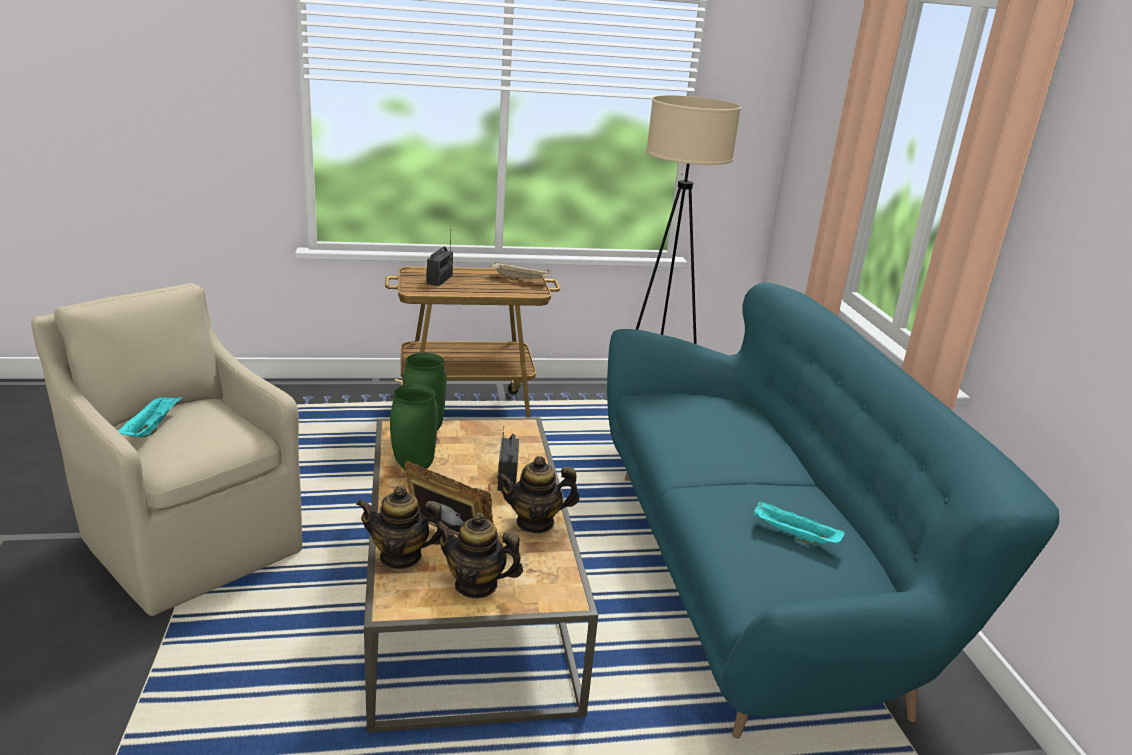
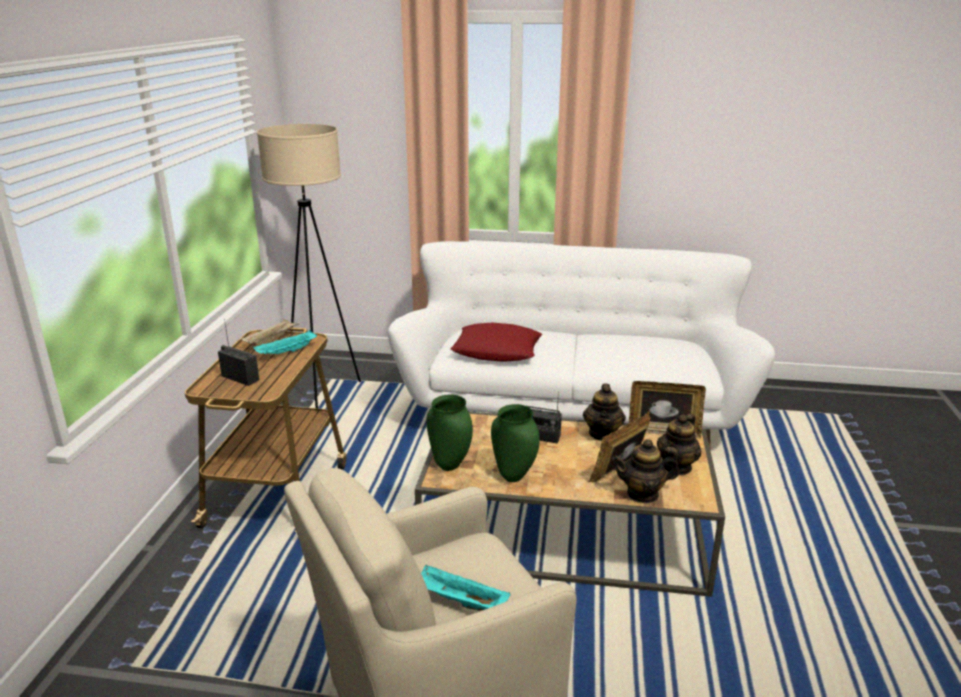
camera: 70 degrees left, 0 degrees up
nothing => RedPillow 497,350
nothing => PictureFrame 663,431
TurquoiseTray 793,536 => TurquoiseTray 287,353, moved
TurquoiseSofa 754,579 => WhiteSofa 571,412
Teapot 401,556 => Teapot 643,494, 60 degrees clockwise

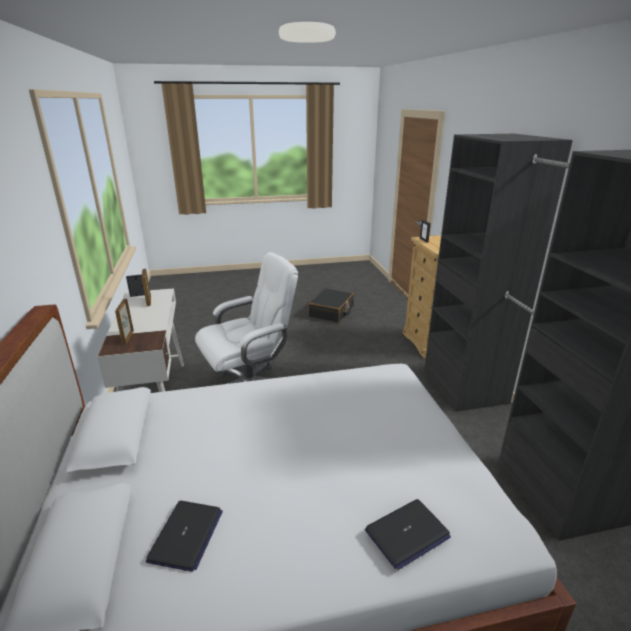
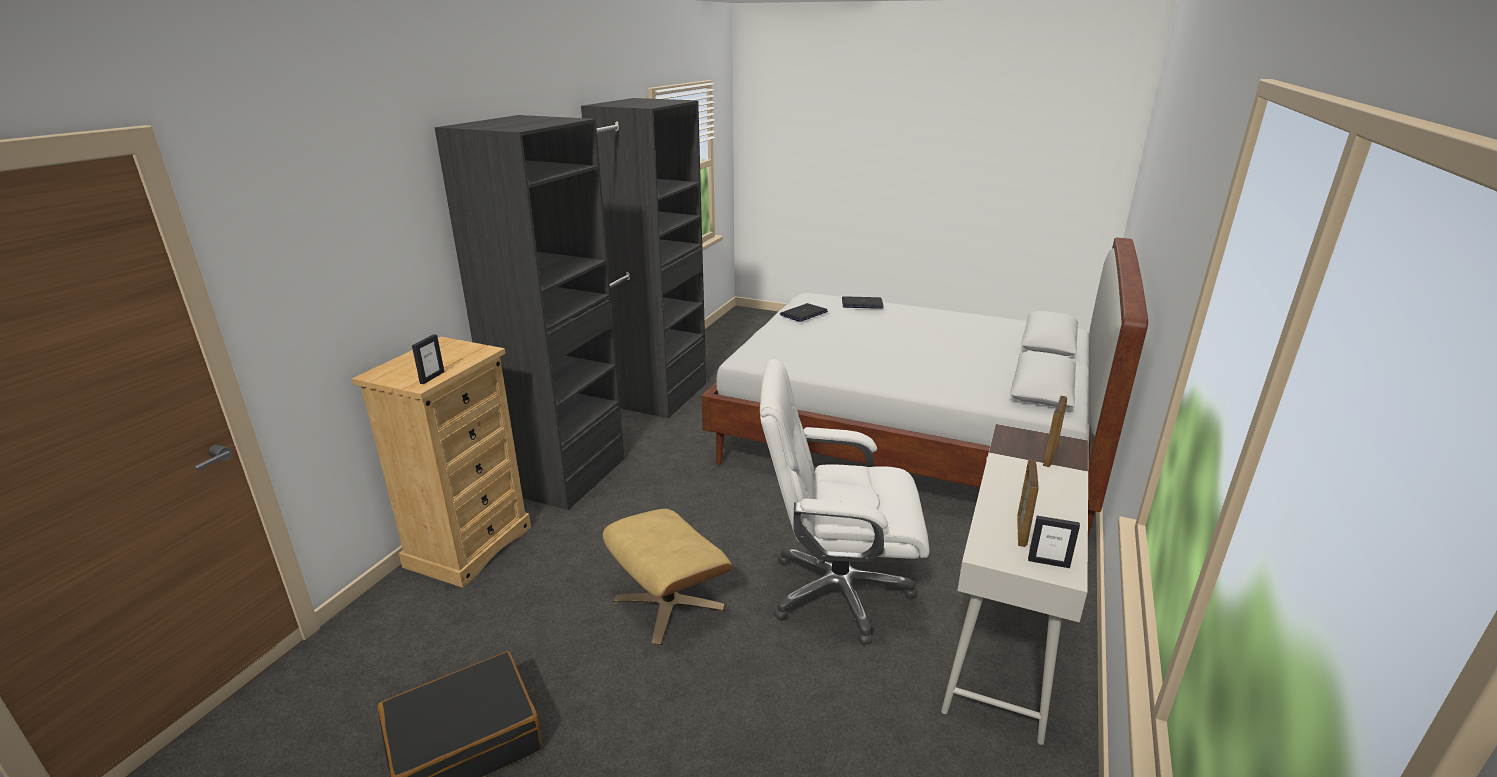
camera: 145 degrees left, 0 degrees up
nothing => BeigeOttoman 668,603
Laptop 186,536 => Laptop 803,313, moved

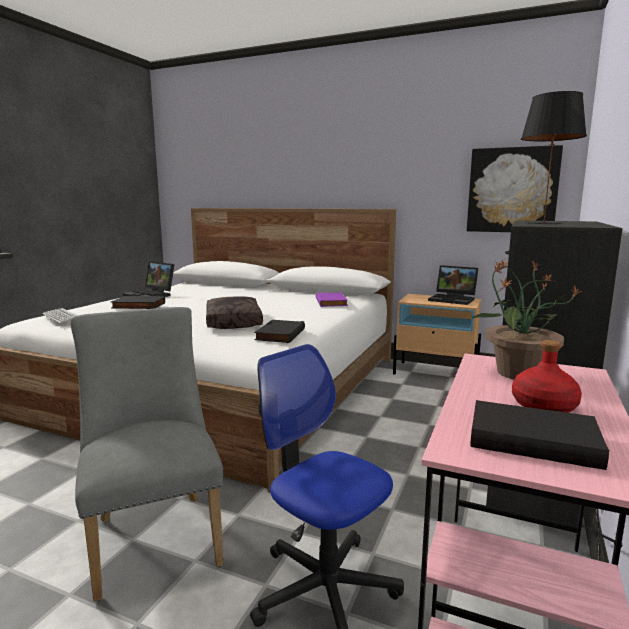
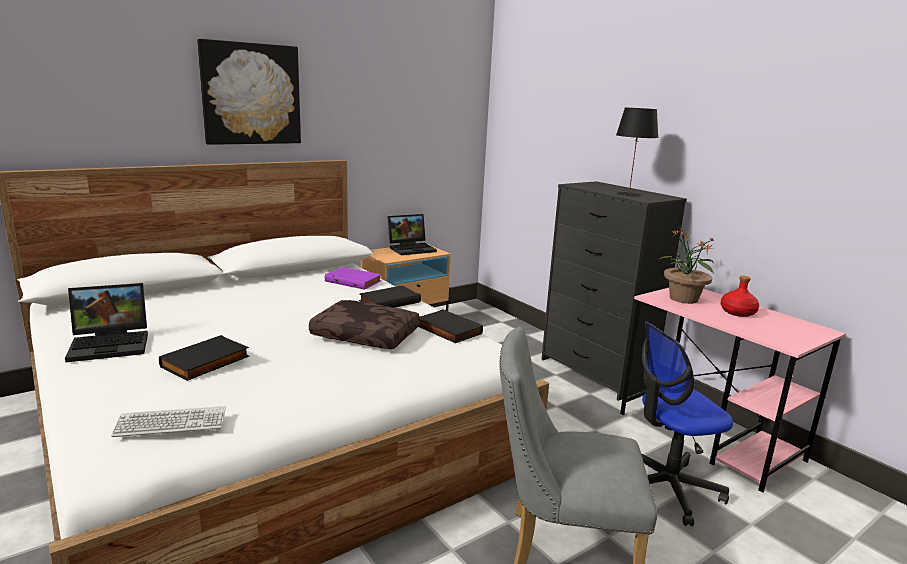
camera: 60 degrees left, 5 degrees up
Picture 512,190 => Picture 251,94, moved
BlackBook 533,438 => BlackBook 389,301, moved

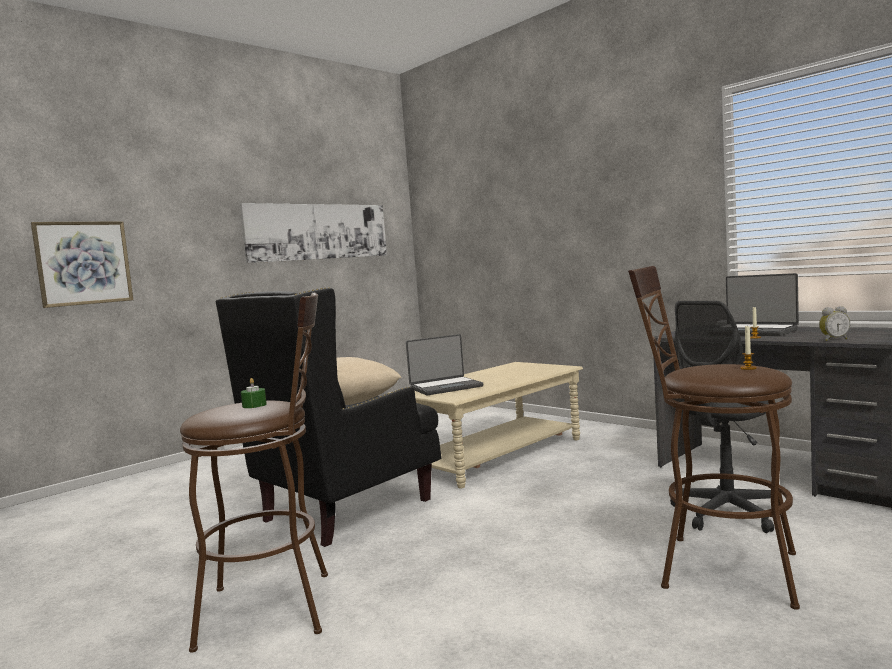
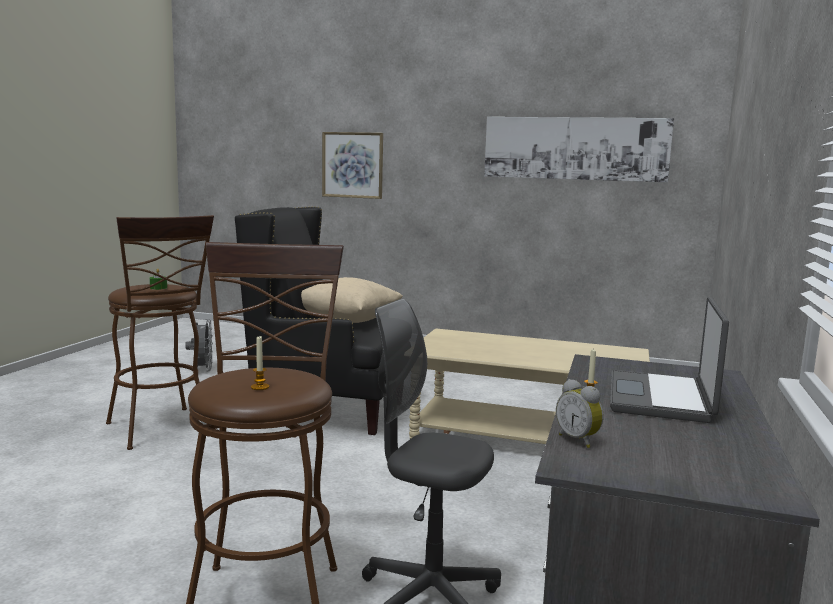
camera: 60 degrees right, 5 degrees up
Laptop 445,387 => nothing
nothing => GreyFan 202,370

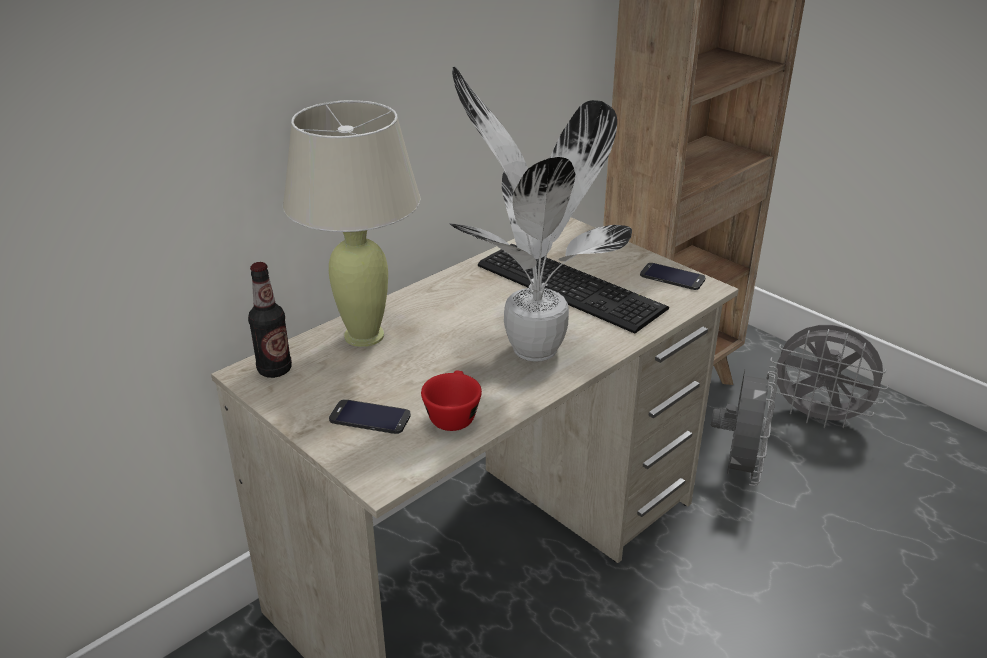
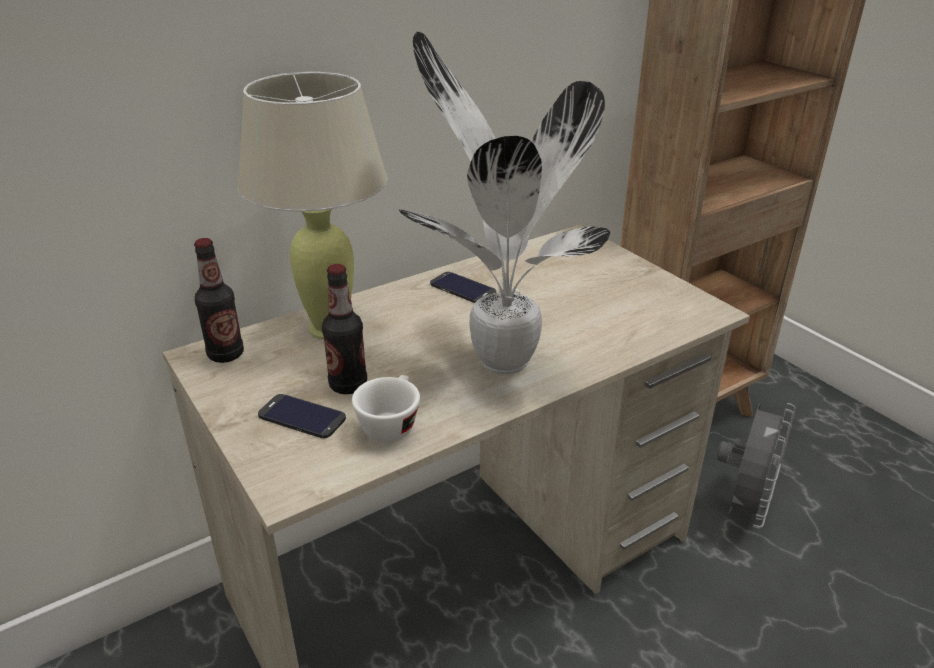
camera: 10 degrees right, 0 degrees up
Keyboard 569,284 => nothing
GreyFan 818,417 => nothing
nothing => Bottle 348,385
Phone 672,277 => Phone 462,288, moved
RedCup 452,414 => WhiteCup 390,423

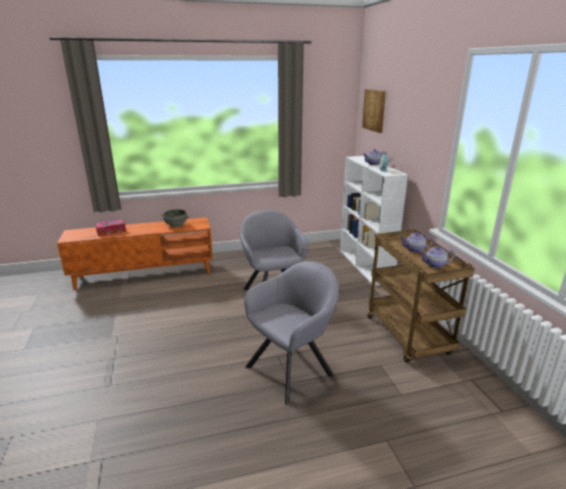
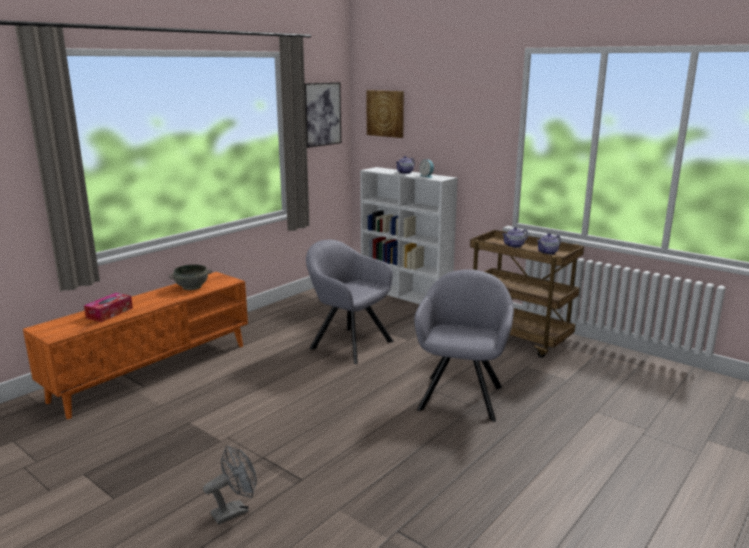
camera: 35 degrees left, 5 degrees down
nothing => GreyFan 235,511
nothing => Picture 321,114

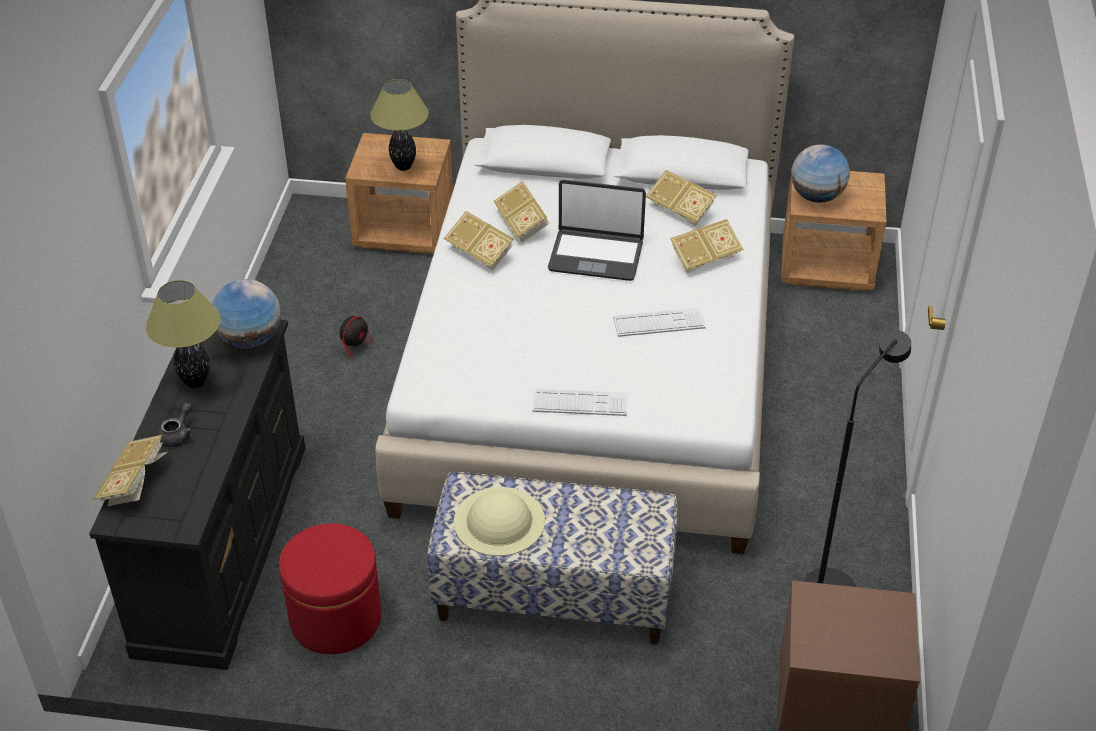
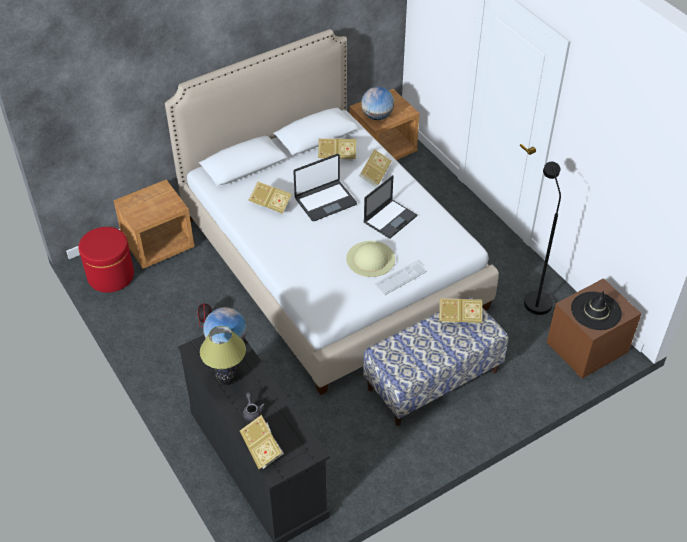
camera: 40 degrees left, 5 degrees up
TableLamp 404,166 => nothing
nothing => BlackHat 596,311
RedOttoman 336,618 => RedOttoman 111,276, moved
Book 480,253 => Book 459,317, moved
BeigeHat 499,521 => BeigeHat 370,258, moved
Keyboard 659,323 => Laptop 390,218

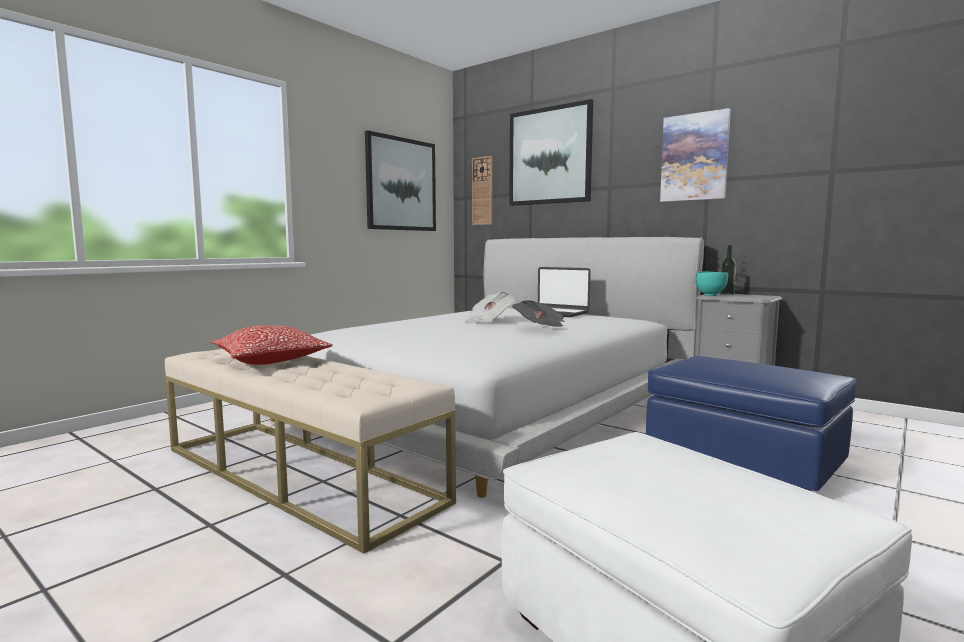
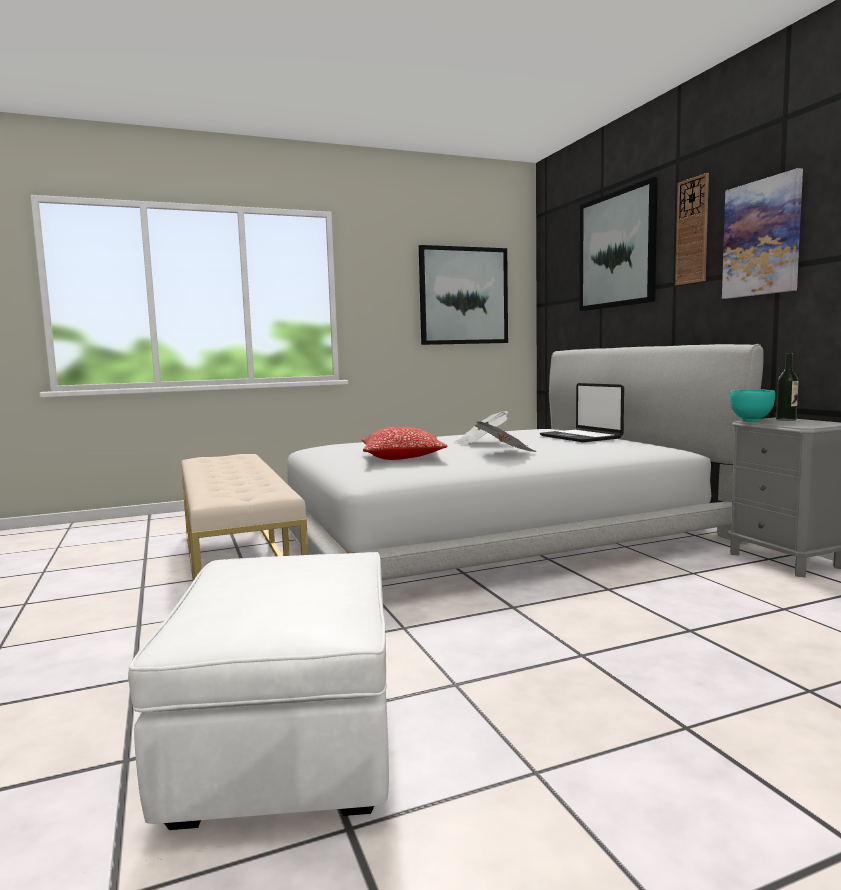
camera: 30 degrees right, 0 degrees up
BlueOttoman 743,460 => nothing
Pillow 271,360 => Pillow 402,457, moved
WallClock 482,191 => WallClock 692,231, moved

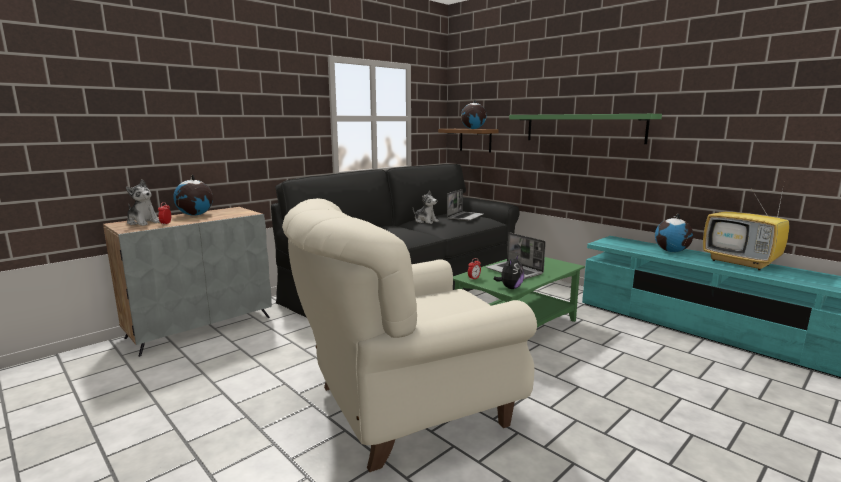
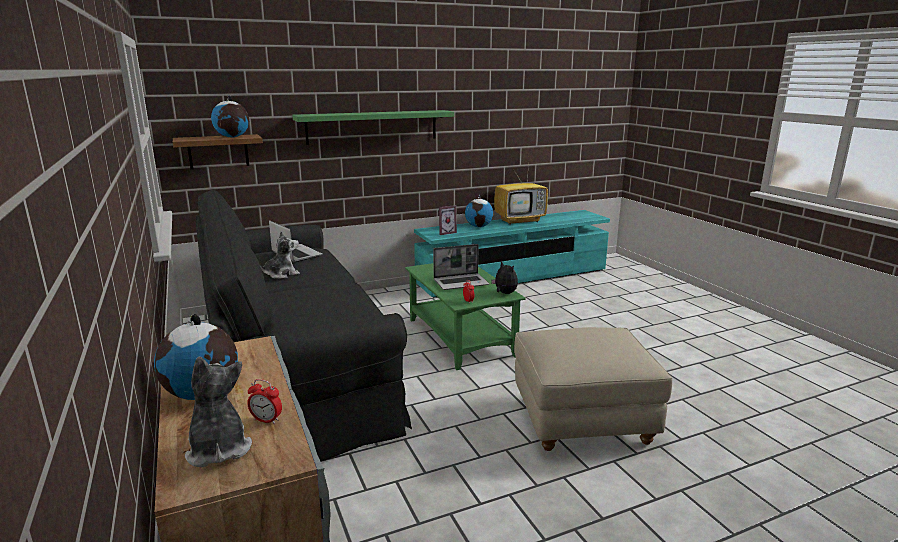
camera: 70 degrees left, 5 degrees up
nothing => PictureFrame 445,232
BeigeArmchair 406,407 => BeigeOttoman 582,421
PlushToy 143,222 => PlushToy 218,449, 75 degrees counterclockwise

